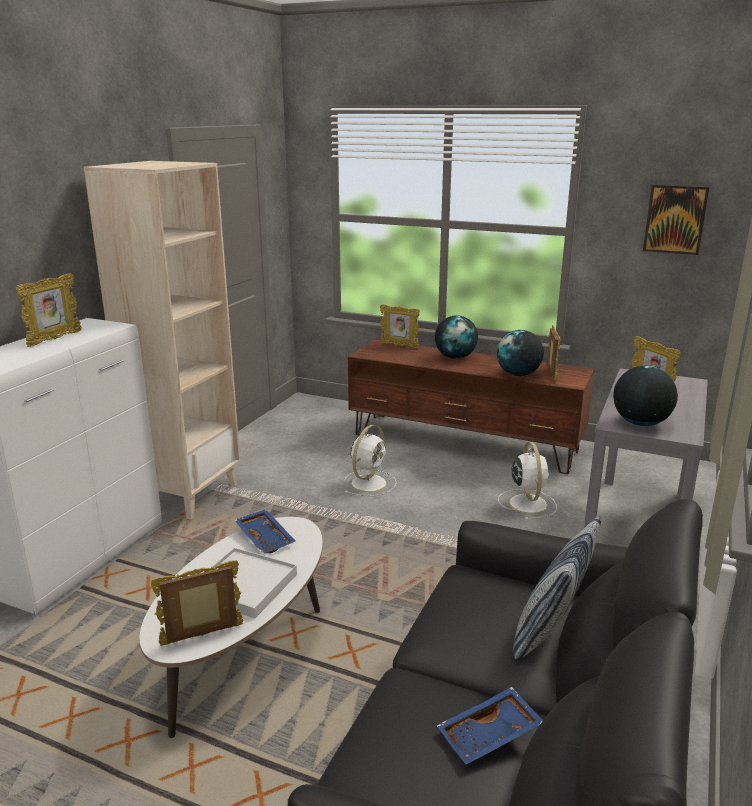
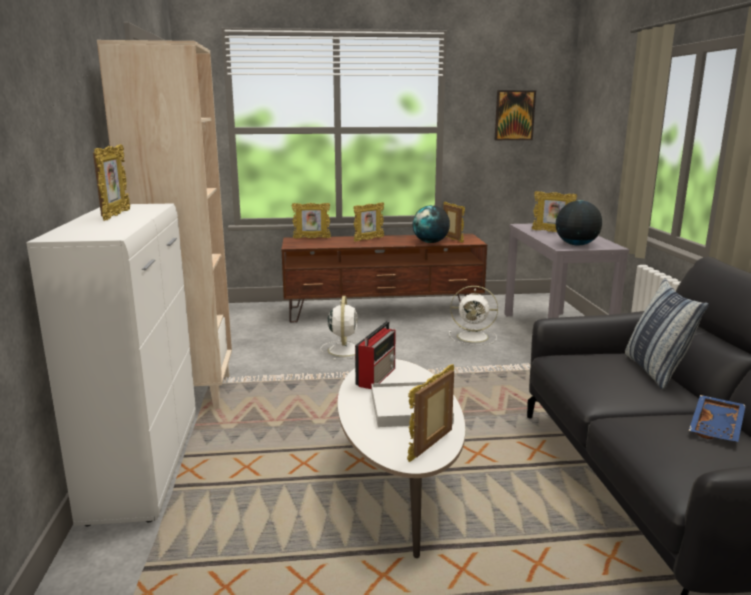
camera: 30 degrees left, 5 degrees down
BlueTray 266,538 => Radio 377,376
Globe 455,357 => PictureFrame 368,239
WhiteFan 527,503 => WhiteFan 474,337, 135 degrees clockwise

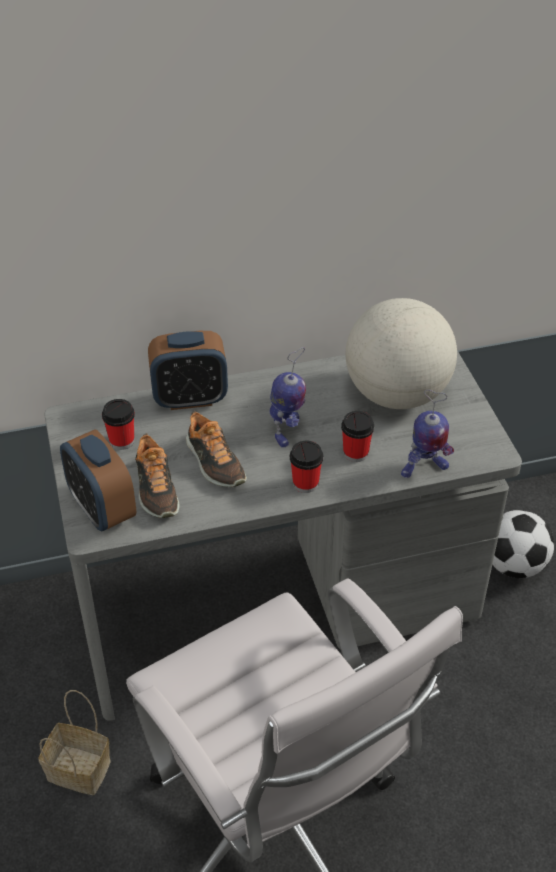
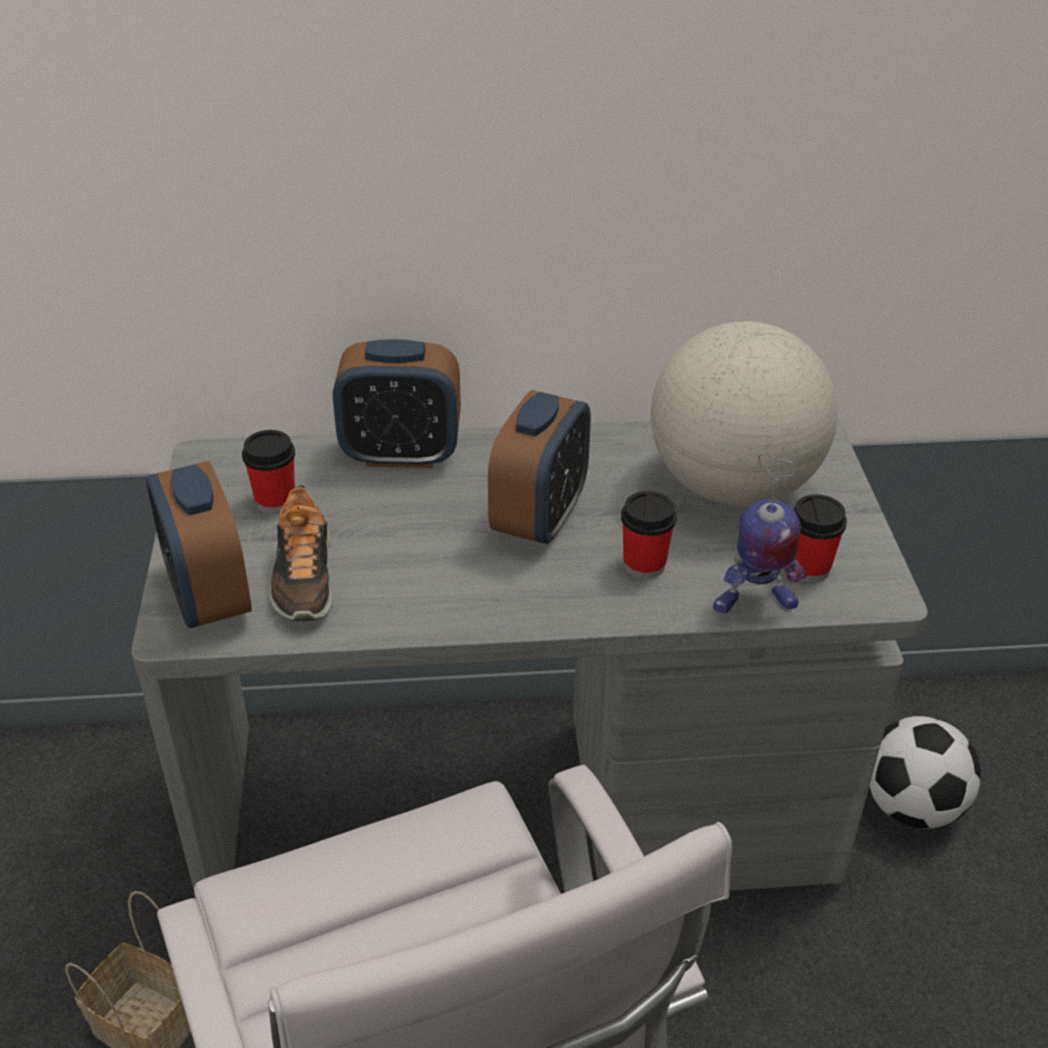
camera: 10 degrees right, 5 degrees down
Shoe 214,463 => nothing
Cup 305,483 => Cup 808,568, moved
ToyRobot 286,431 => AlarmClock 540,518

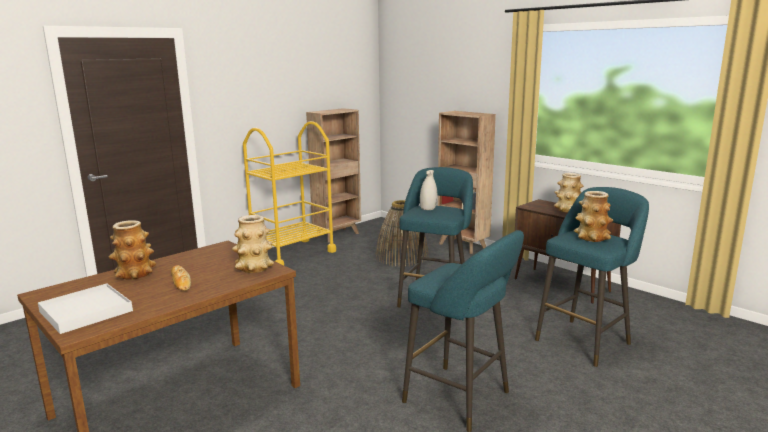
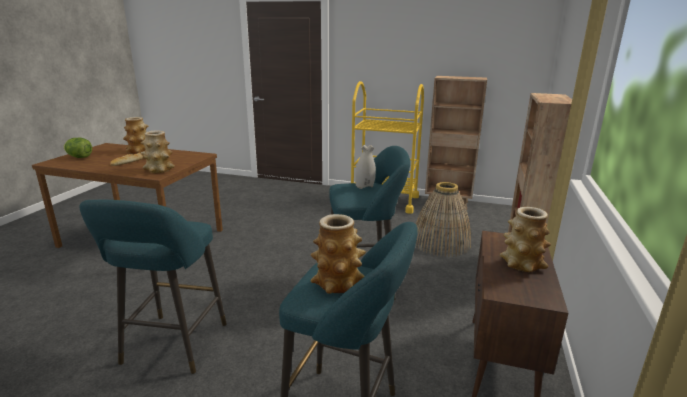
camera: 60 degrees right, 5 degrees up
WhiteTray 86,311 => Lettuce 79,157

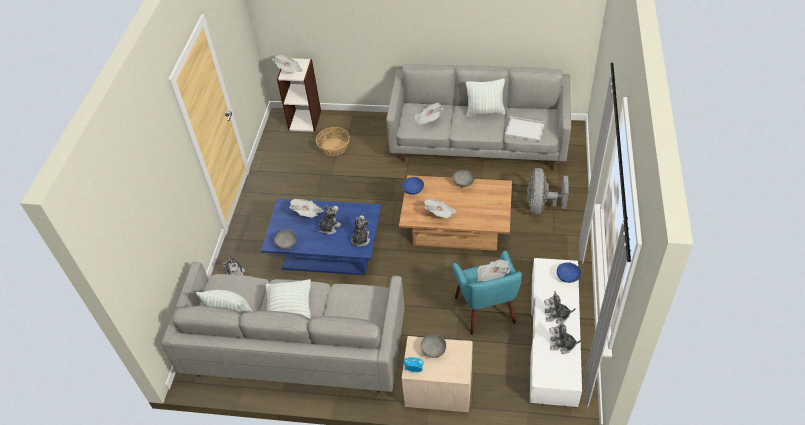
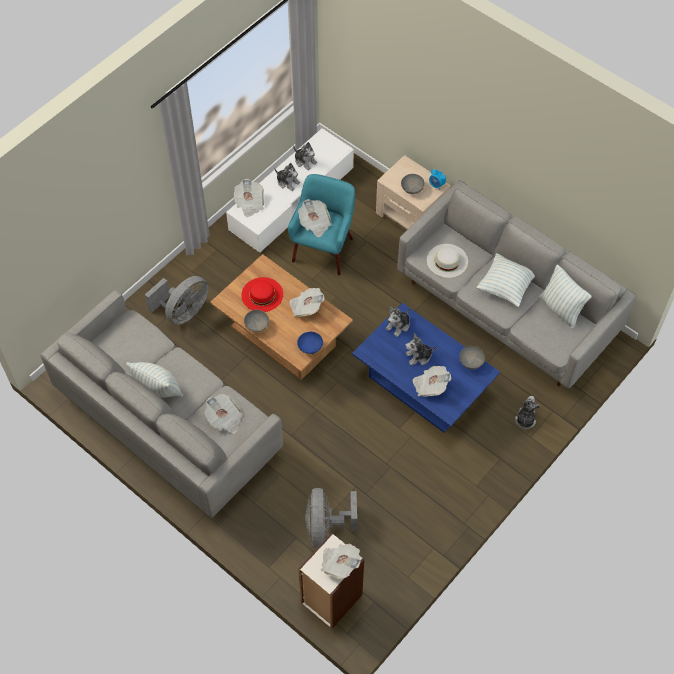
camera: 150 degrees left, 10 degrees up
WhiteTray 524,130 => nothing
nothing => RedHat 262,294
nothing => WhiteHat 447,260
Basket 333,147 => GreyFan 326,527
BlueBowl 567,278 => Newspaper 249,203

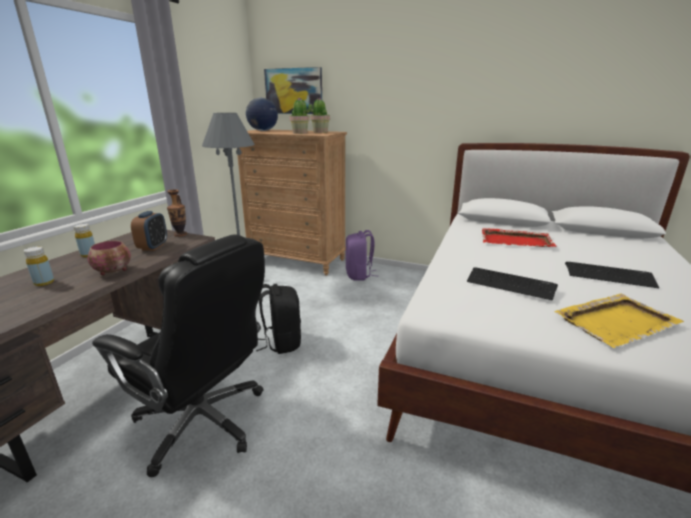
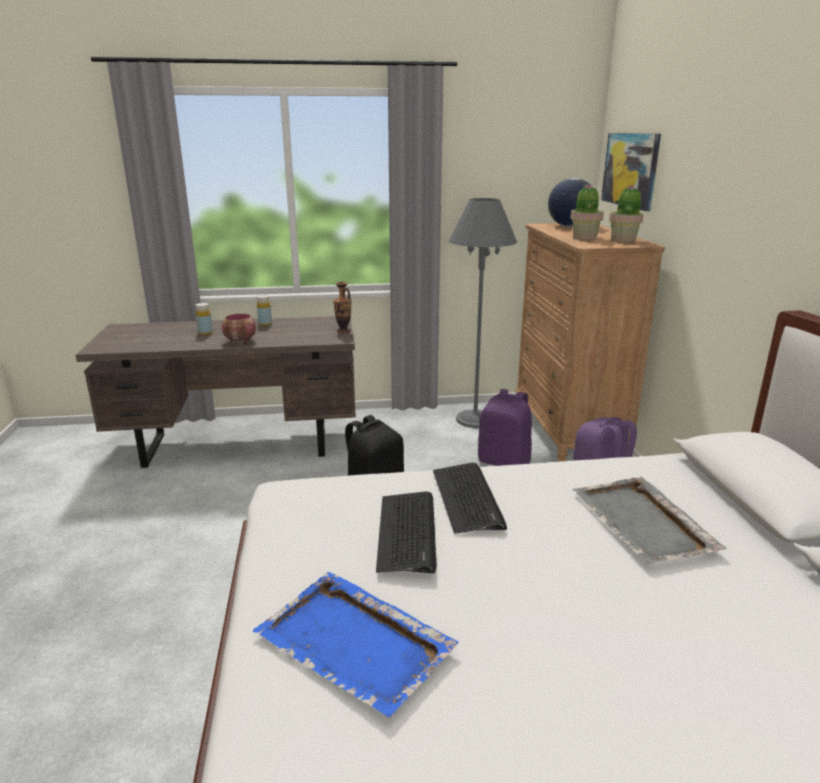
camera: 60 degrees right, 0 degrees up
BlackOfficeChair 203,422 => nothing
AlarmClock 153,247 => nothing
nothing => PurpleBackpack 504,462
Keyboard 609,275 => Keyboard 467,498, moved
RedTray 516,241 => GreyTray 643,523
YellowTray 617,322 => BlueTray 355,644

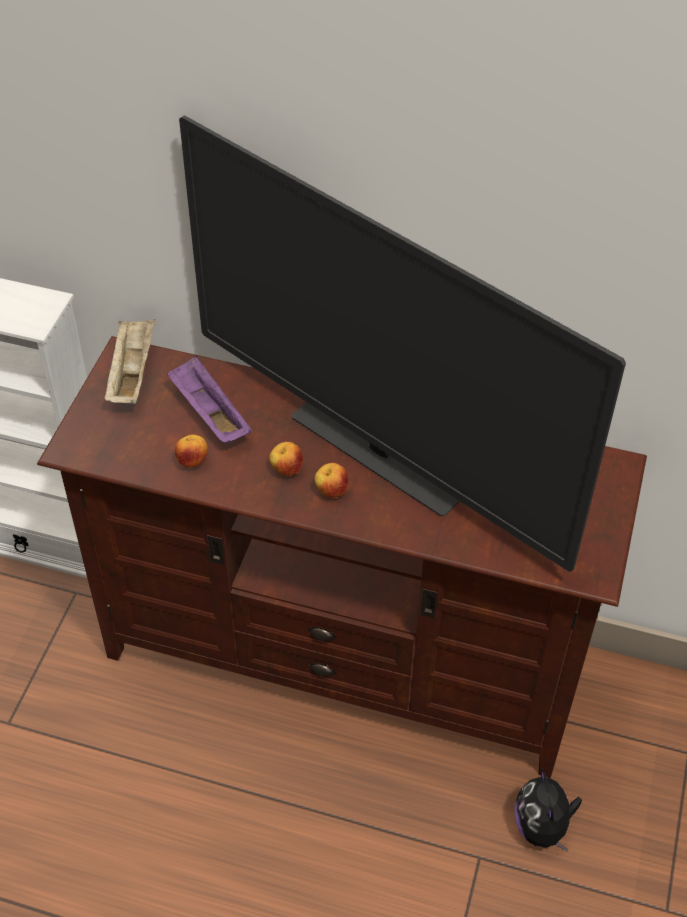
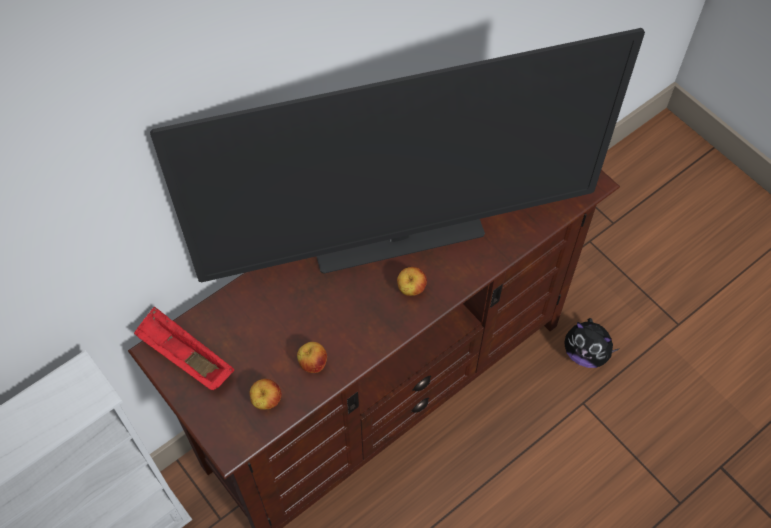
camera: 55 degrees left, 10 degrees up
PurpleTray 208,413 => nothing
Apple 286,470 => Apple 266,401, moved
BeigeTray 131,373 => RedTray 185,357

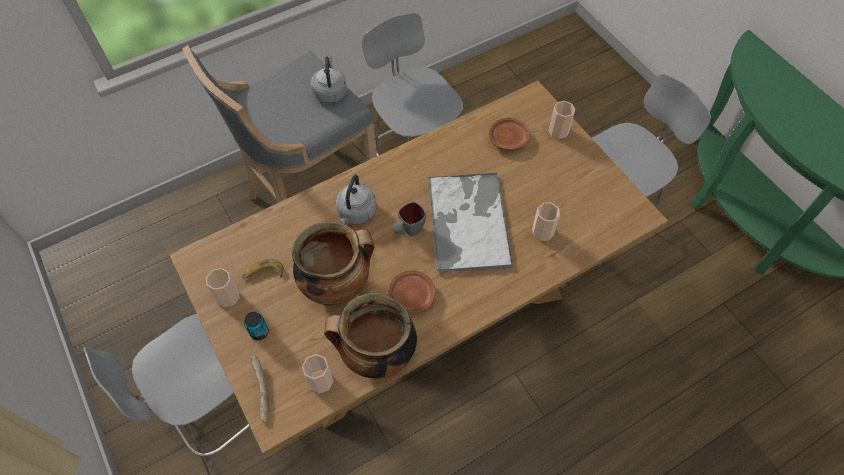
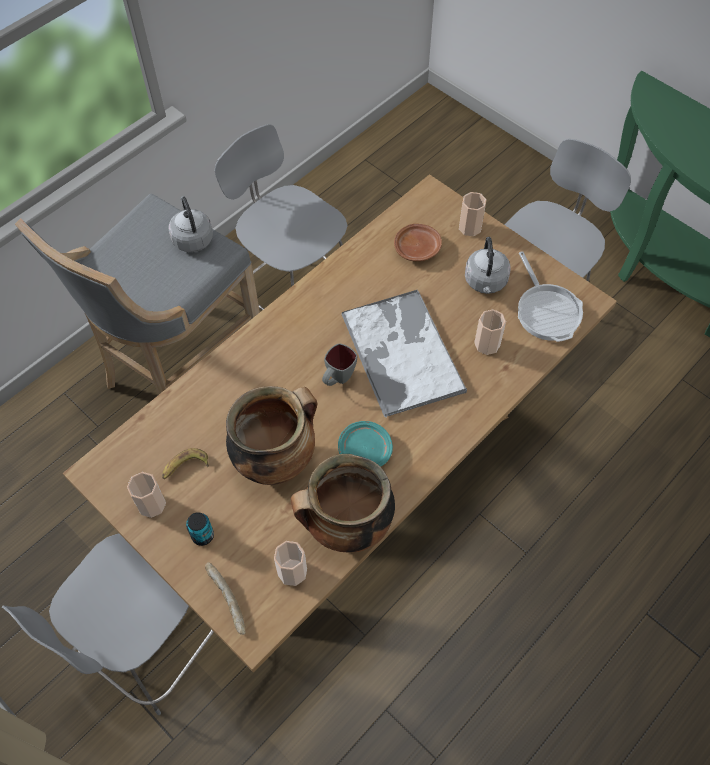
camera: 15 degrees left, 0 degrees up
nothing => FryingPan 546,311
GreyKettle 356,213 => GreyKettle 485,282, moved
BrownPlate 411,295 => TurquoisePlate 364,450

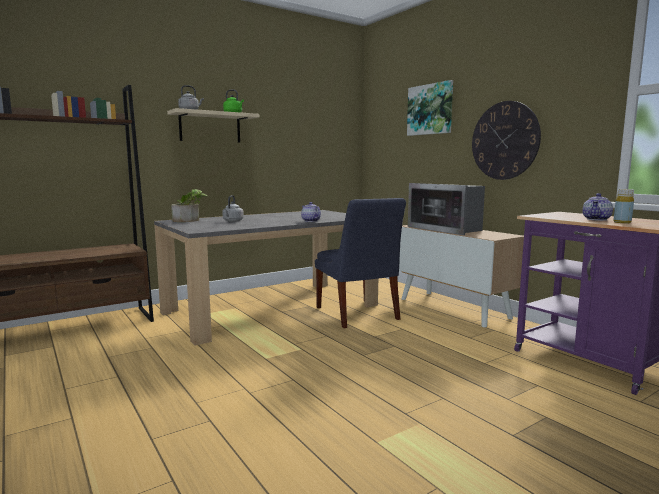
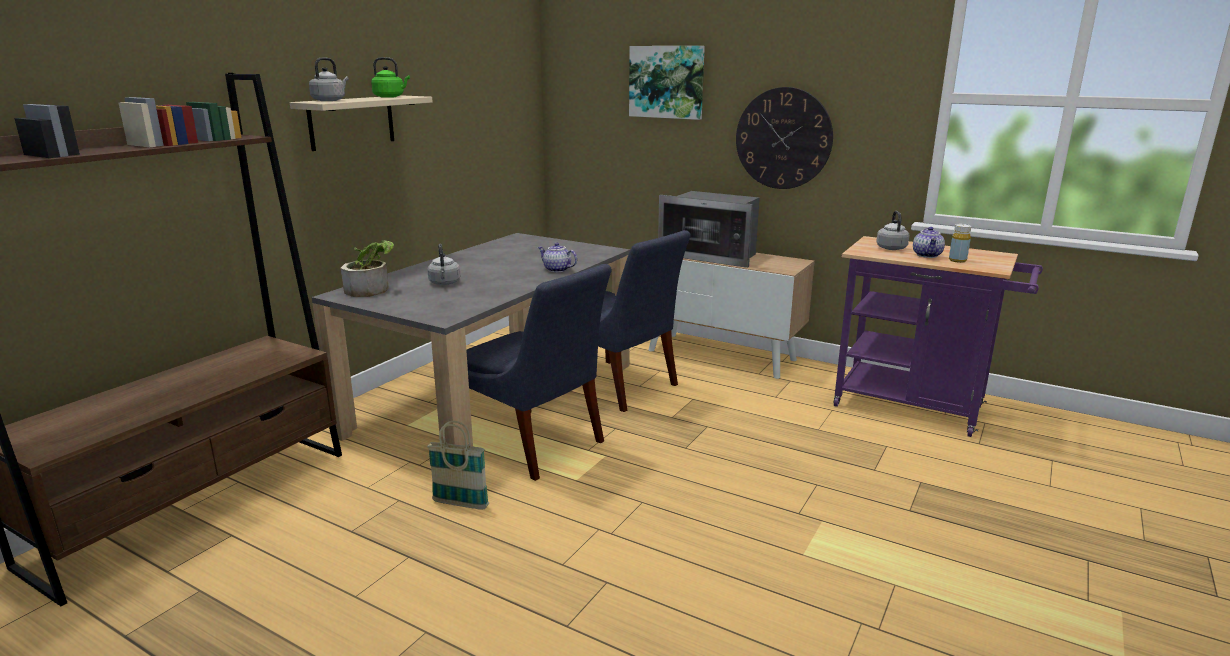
camera: 25 degrees left, 10 degrees up
nothing => Basket 460,504
nothing => BlueChair 535,445
nothing => GreyKettle 891,248

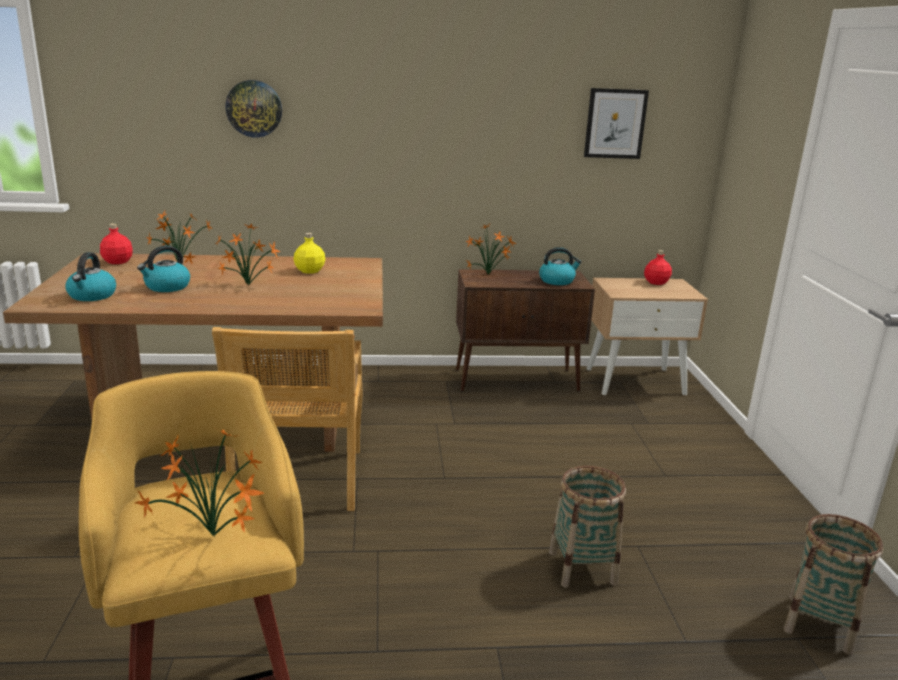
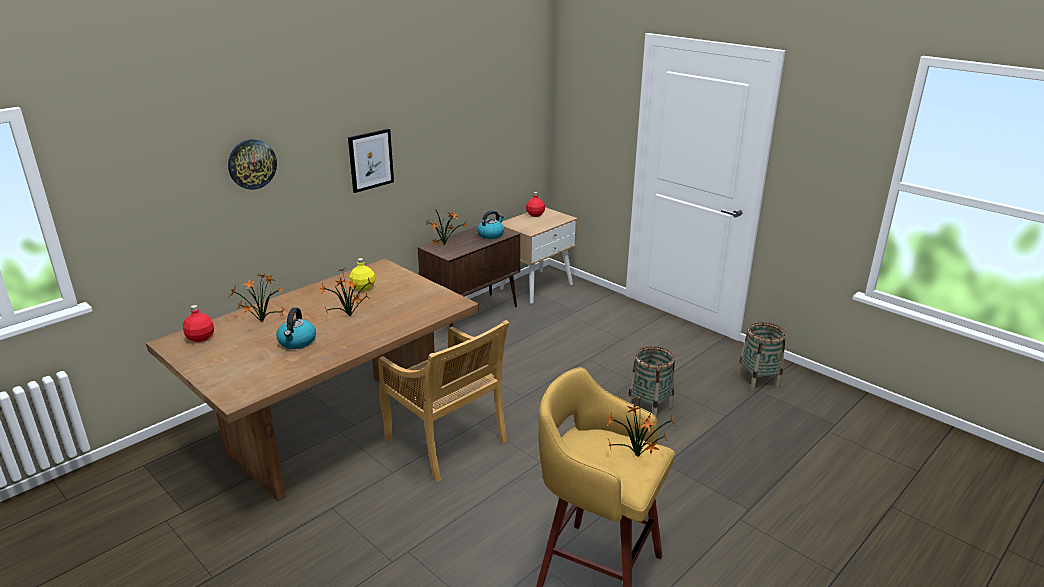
camera: 40 degrees left, 5 degrees up
Kettle 92,296 => nothing
Picture 615,123 => Picture 370,160, moved

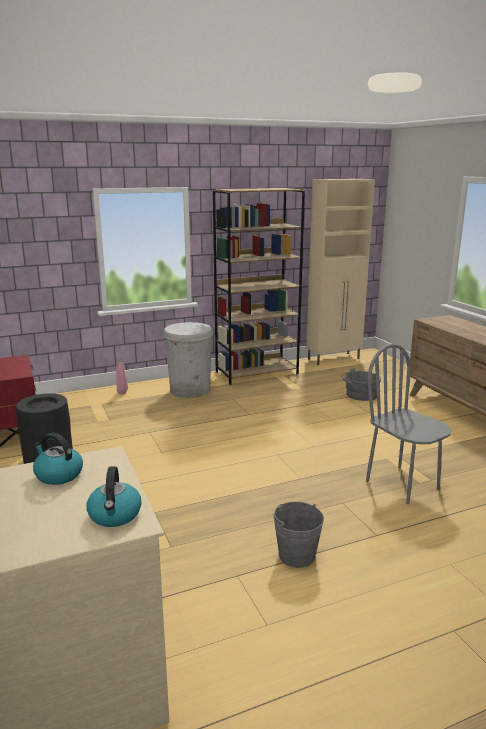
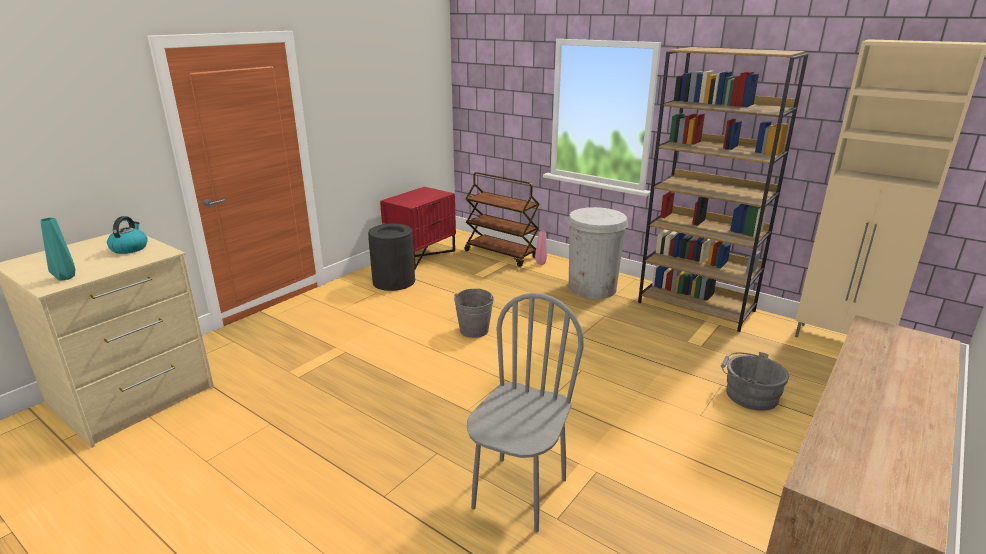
camera: 60 degrees right, 5 degrees up
nothing => BrownCart 501,254
GreyBucket 297,555 => GreyBucket 474,330, moved
Kettle 115,515 => TurquoiseVase 64,278

